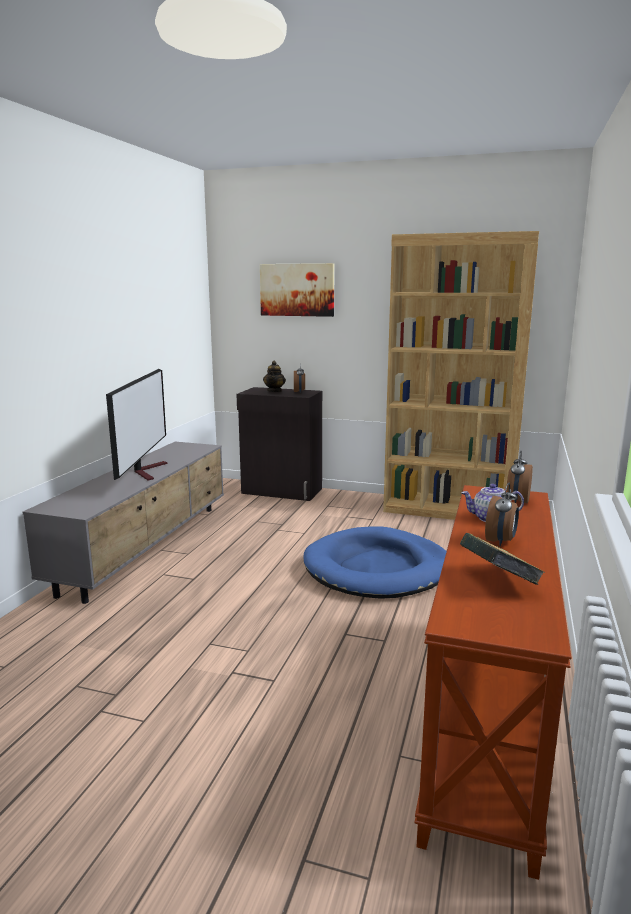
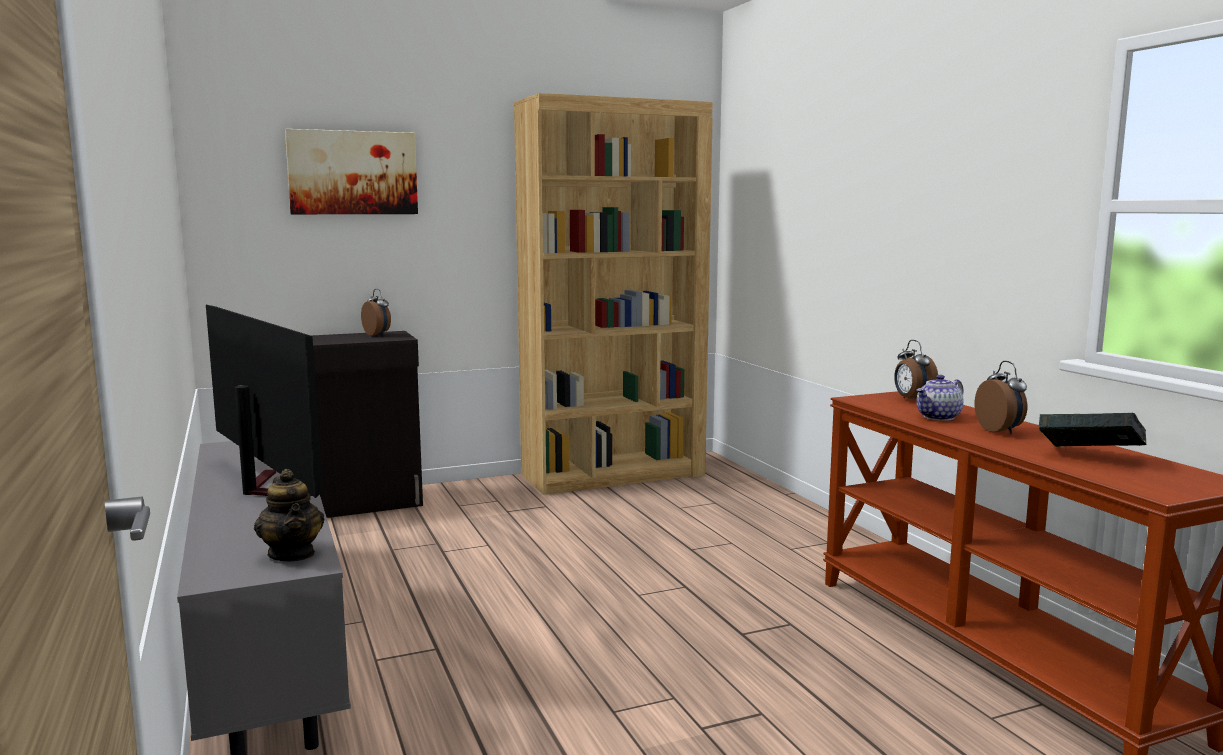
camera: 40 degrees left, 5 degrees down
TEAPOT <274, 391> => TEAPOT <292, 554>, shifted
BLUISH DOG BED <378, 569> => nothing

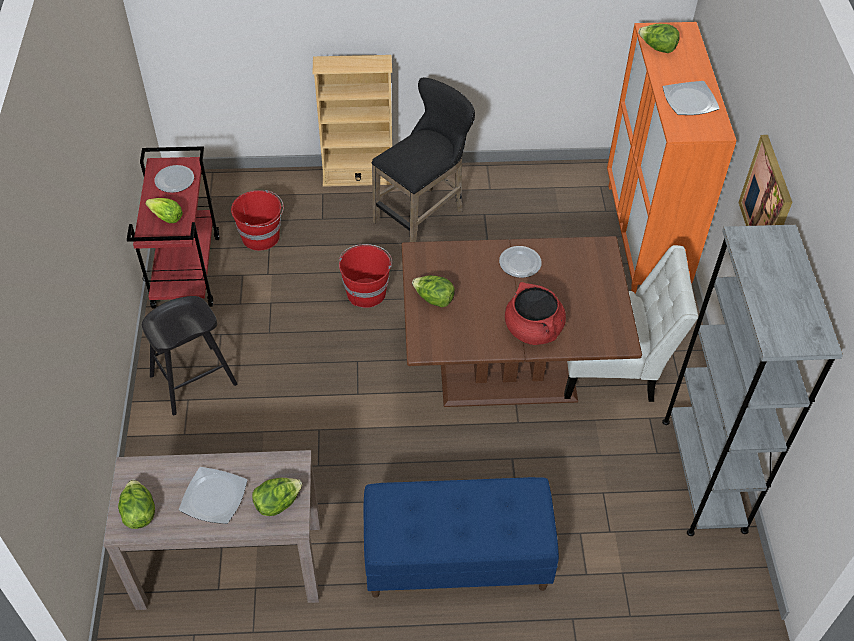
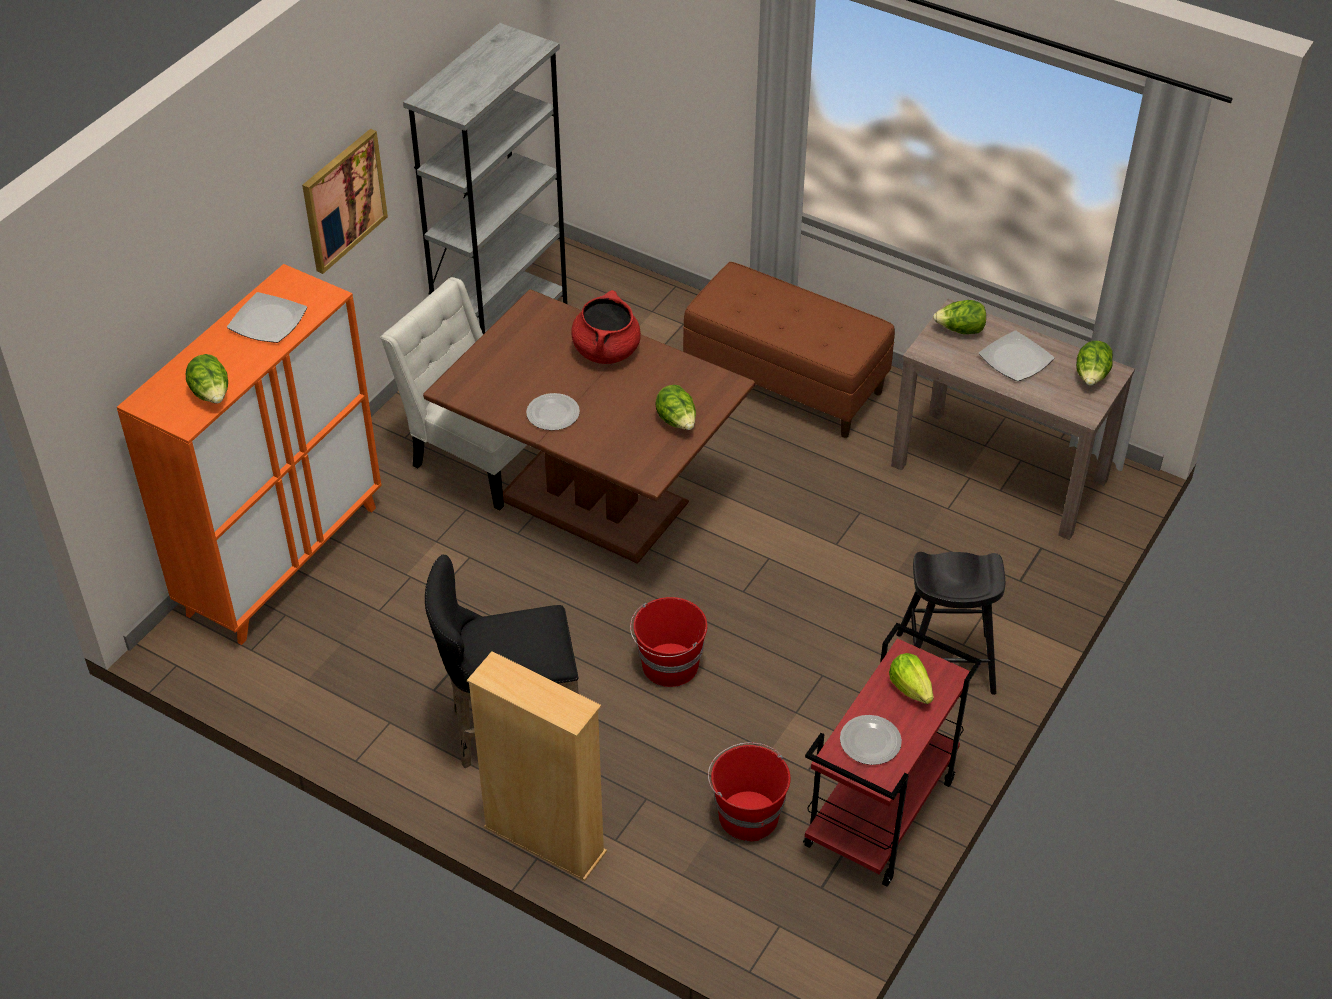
camera: 145 degrees left, 5 degrees down
BLUISH INDOOR BENCH <456, 560> => BROWN-COLOURED INDOOR BENCH <786, 382>

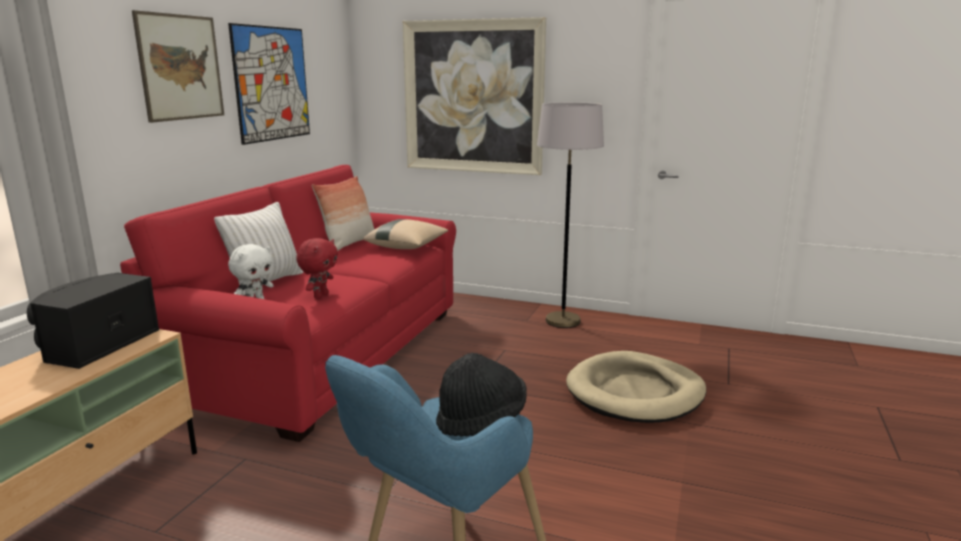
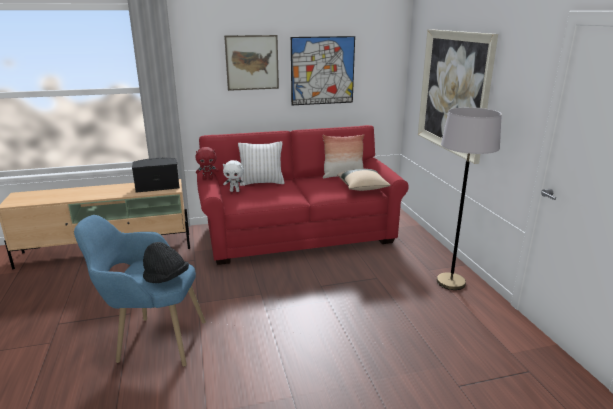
camera: 55 degrees right, 5 degrees up
REDDISH CUDDLY TOY <320, 296> => REDDISH CUDDLY TOY <208, 178>, shifted
SAND-COLOURED DOG BED <635, 392> => nothing

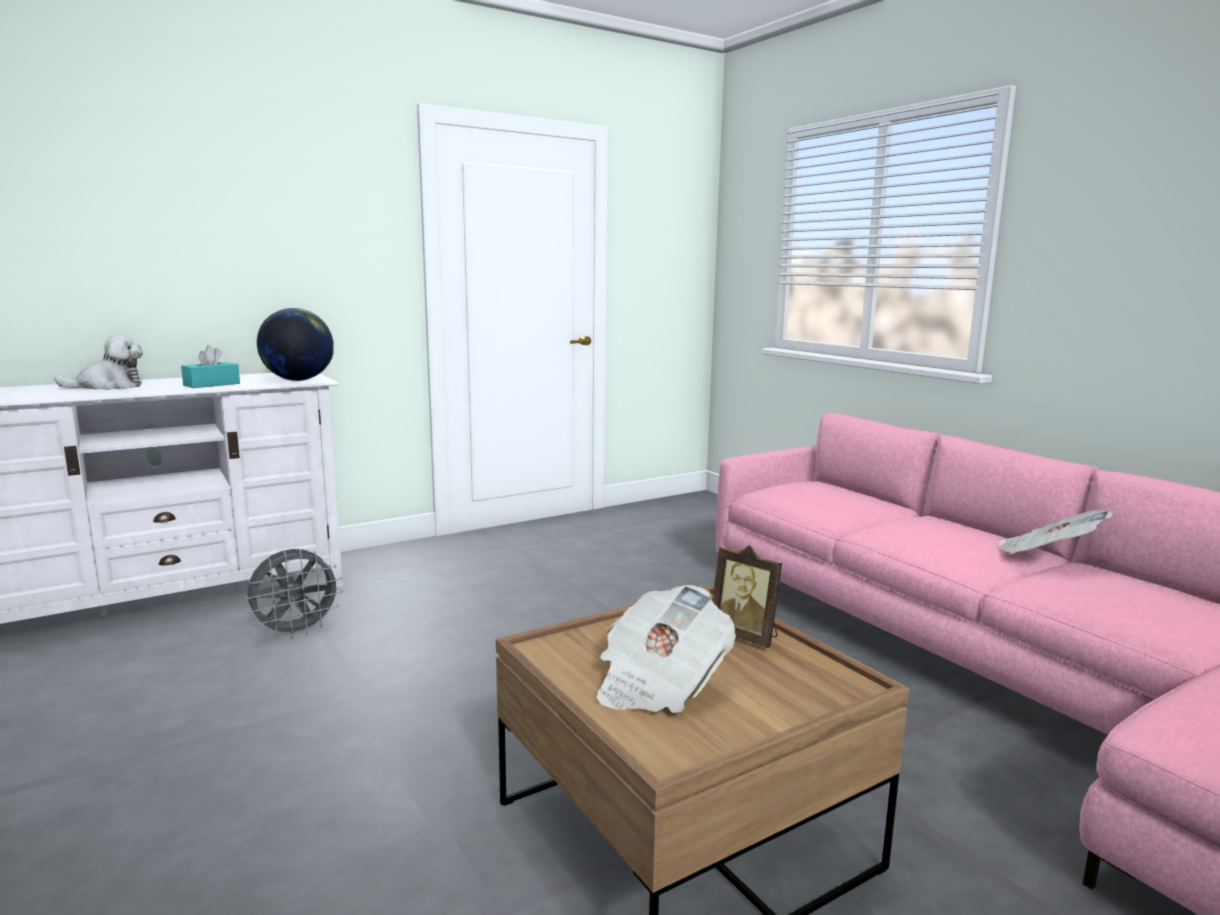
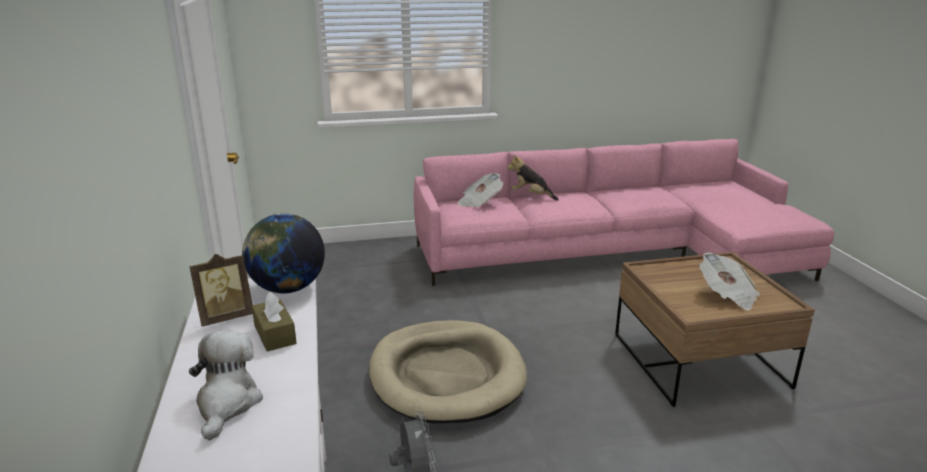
camera: 70 degrees left, 10 degrees up
TURQUOISE-COLOURED BOX OF TISSUES <212, 384> => BROWN-COLOURED BOX OF TISSUES <275, 334>
PHOTO FRAME <746, 636> => PHOTO FRAME <226, 317>, shifted
PRINTED PAPER <1046, 556> => PRINTED PAPER <479, 202>, shifted
nothing => SAND-COLOURED DOG BED <446, 375>
nothing => CUDDLY TOY <531, 195>

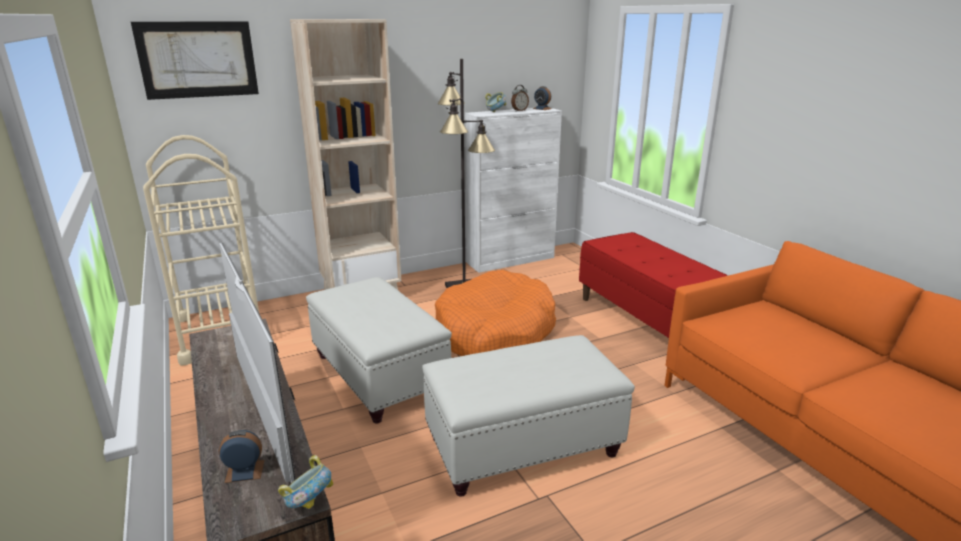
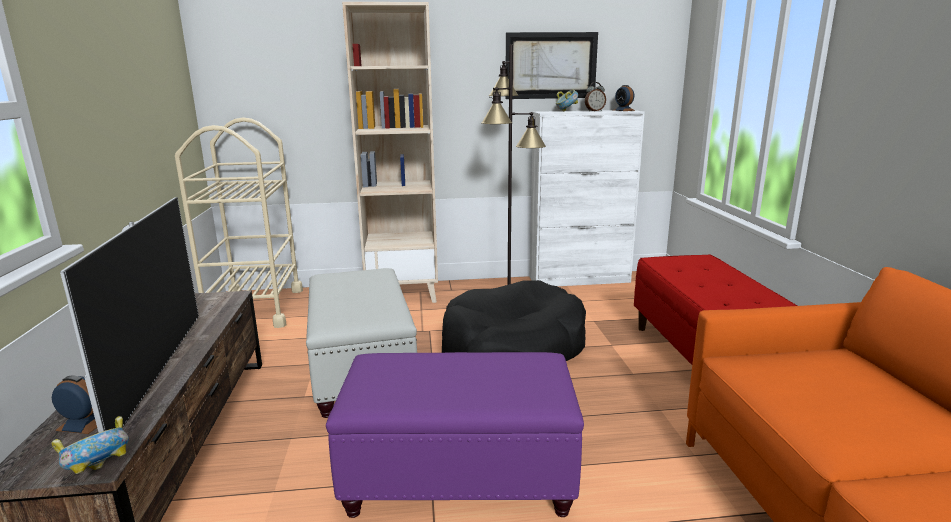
camera: 20 degrees right, 5 degrees down
WALL ART <198, 59> => WALL ART <551, 65>, shifted
WHITISH OTTOMAN <524, 446> => PURPLE-COLOURED OTTOMAN <461, 477>
ORANGE-COLOURED DOG BED <494, 331> => BLACK-COLOURED DOG BED <513, 347>

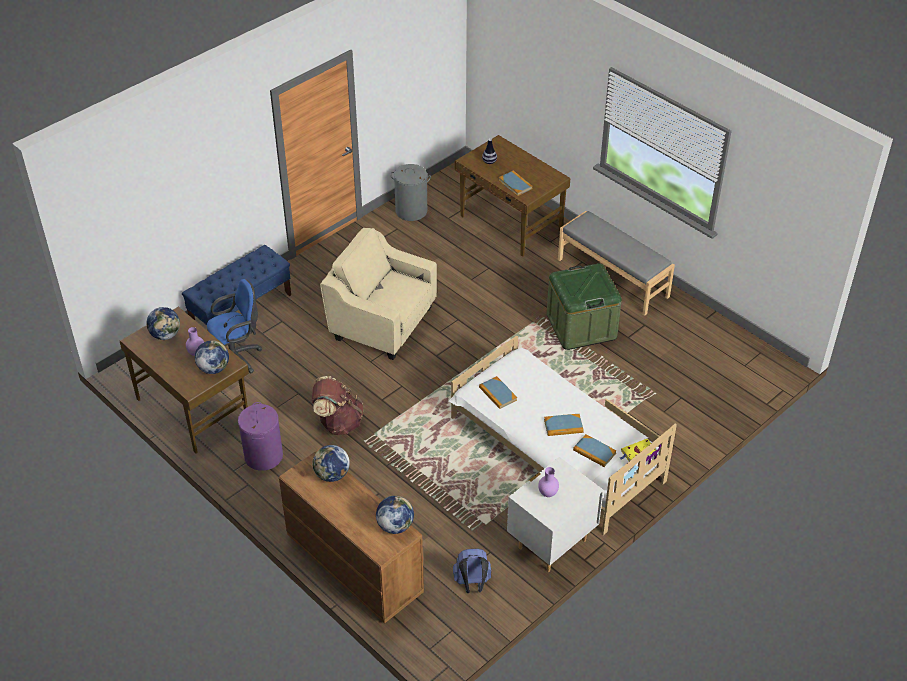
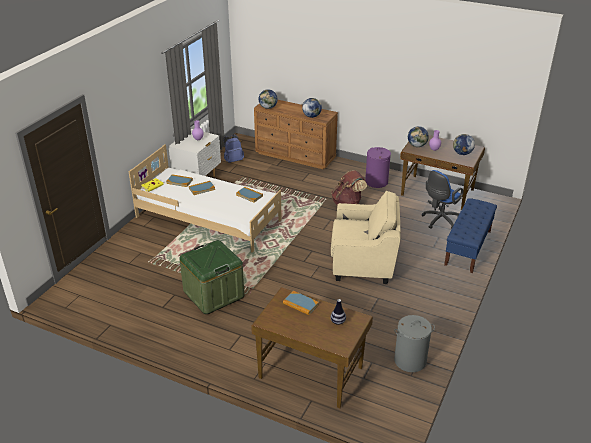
camera: 160 degrees right, 10 degrees down
GRAY INDOOR BENCH <613, 277> => nothing

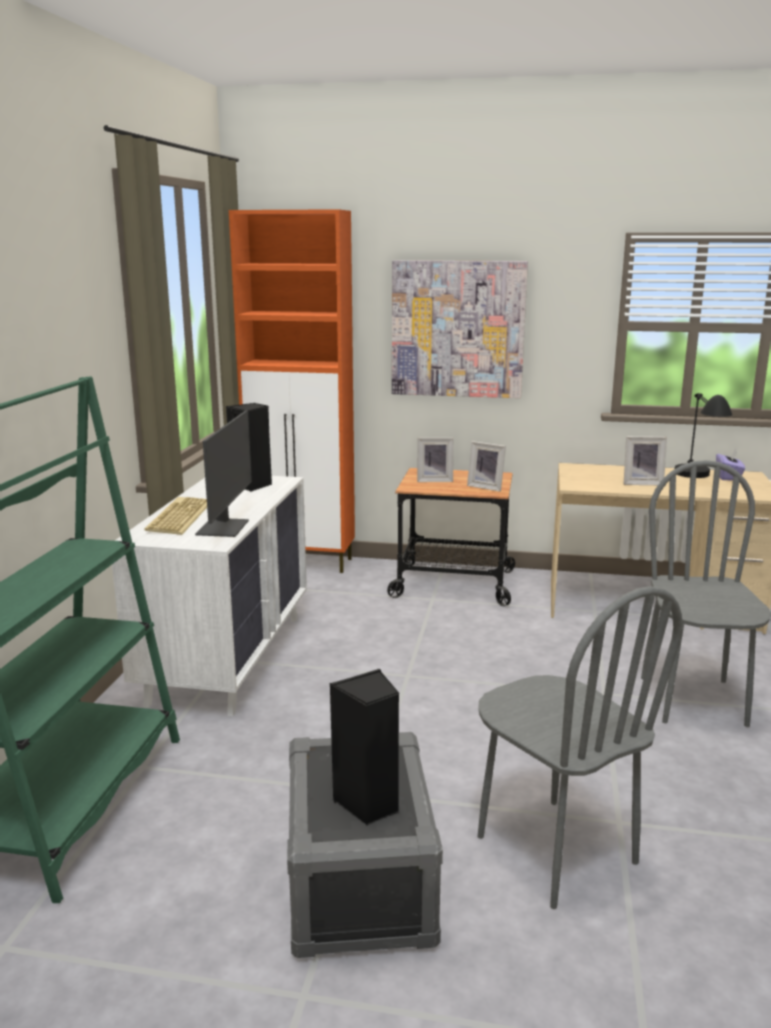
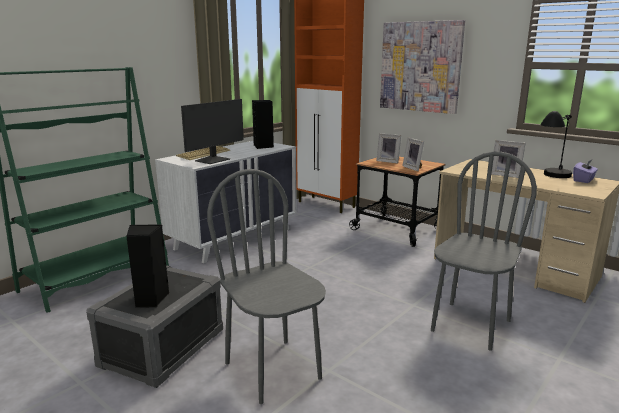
camera: 30 degrees right, 0 degrees up
GRAY PLAIN CHAIR <555, 850> => GRAY PLAIN CHAIR <273, 370>, 150 degrees clockwise

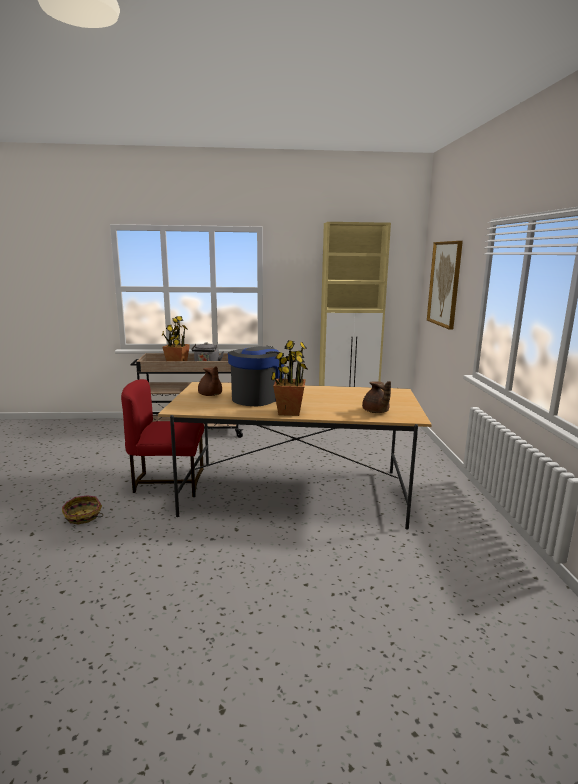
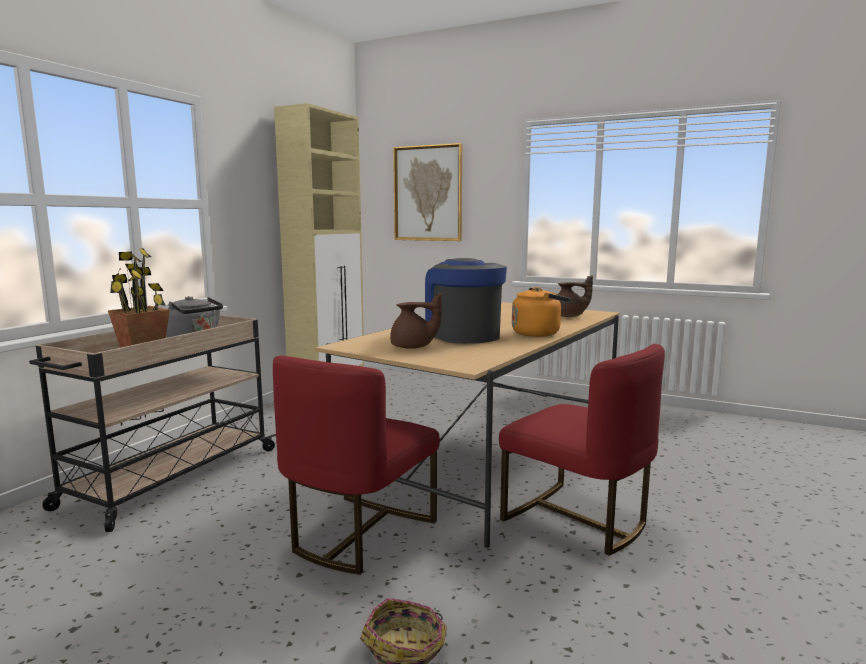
camera: 60 degrees left, 5 degrees down
HOUSEPLANT <289, 412> => ORANGE-COLOURED TEA KETTLE <538, 333>
nothing => REDDISH PLAIN CHAIR <577, 519>

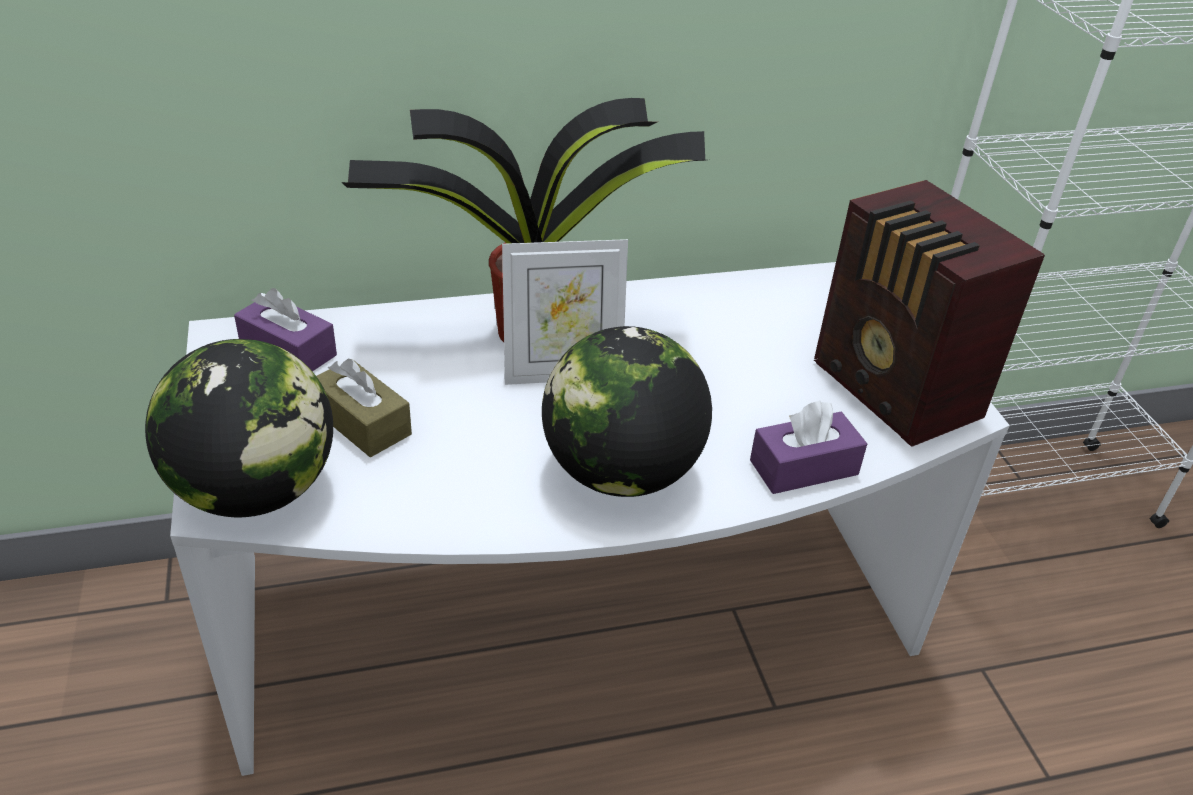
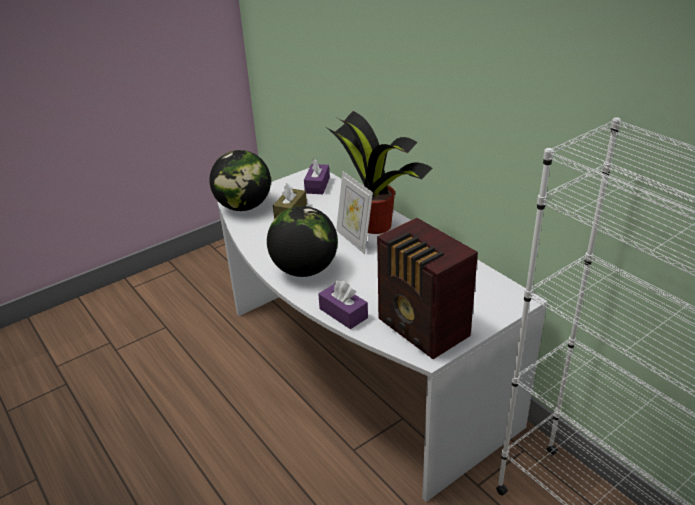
camera: 70 degrees right, 5 degrees down
RADIO SET <895, 393> => RADIO SET <423, 330>, 75 degrees counterclockwise

